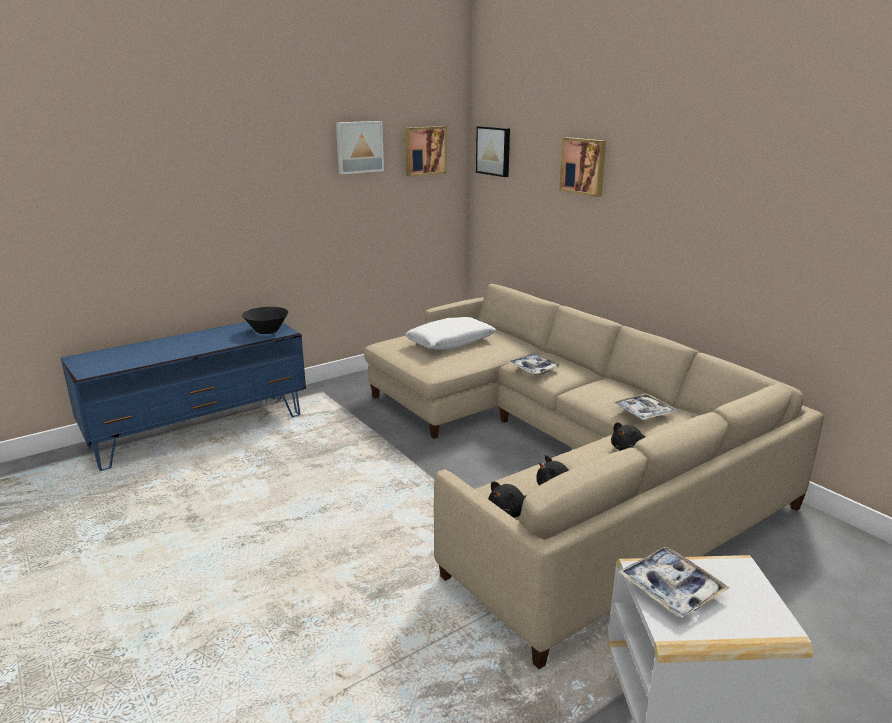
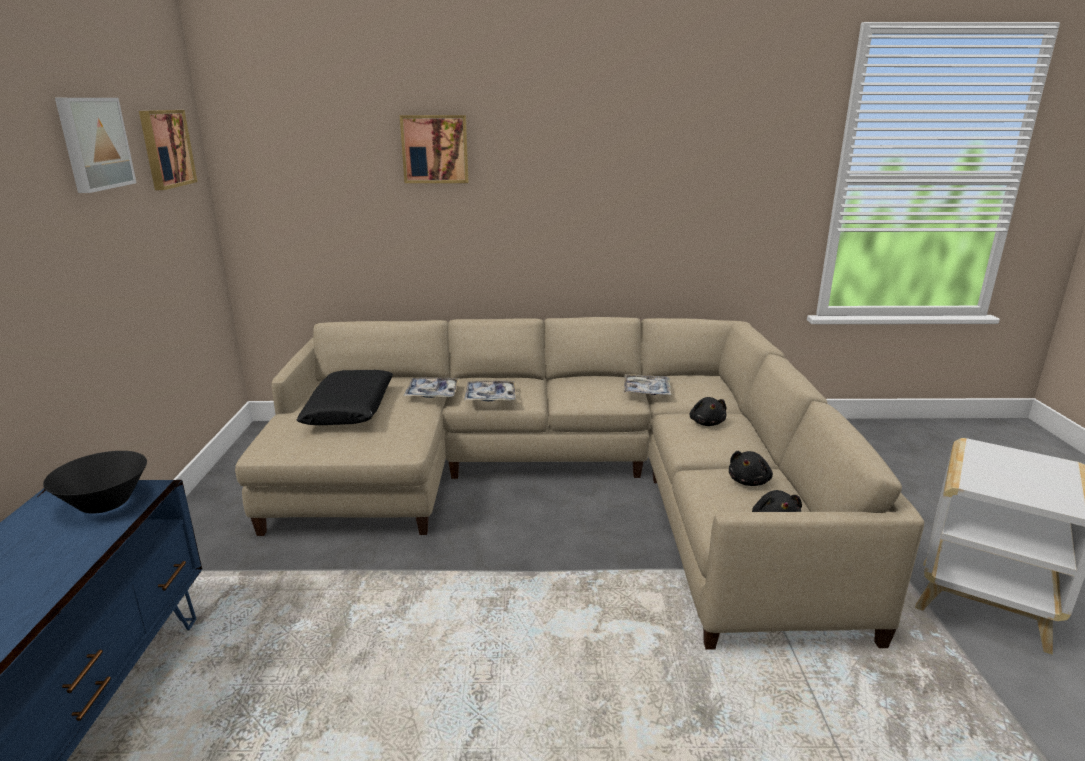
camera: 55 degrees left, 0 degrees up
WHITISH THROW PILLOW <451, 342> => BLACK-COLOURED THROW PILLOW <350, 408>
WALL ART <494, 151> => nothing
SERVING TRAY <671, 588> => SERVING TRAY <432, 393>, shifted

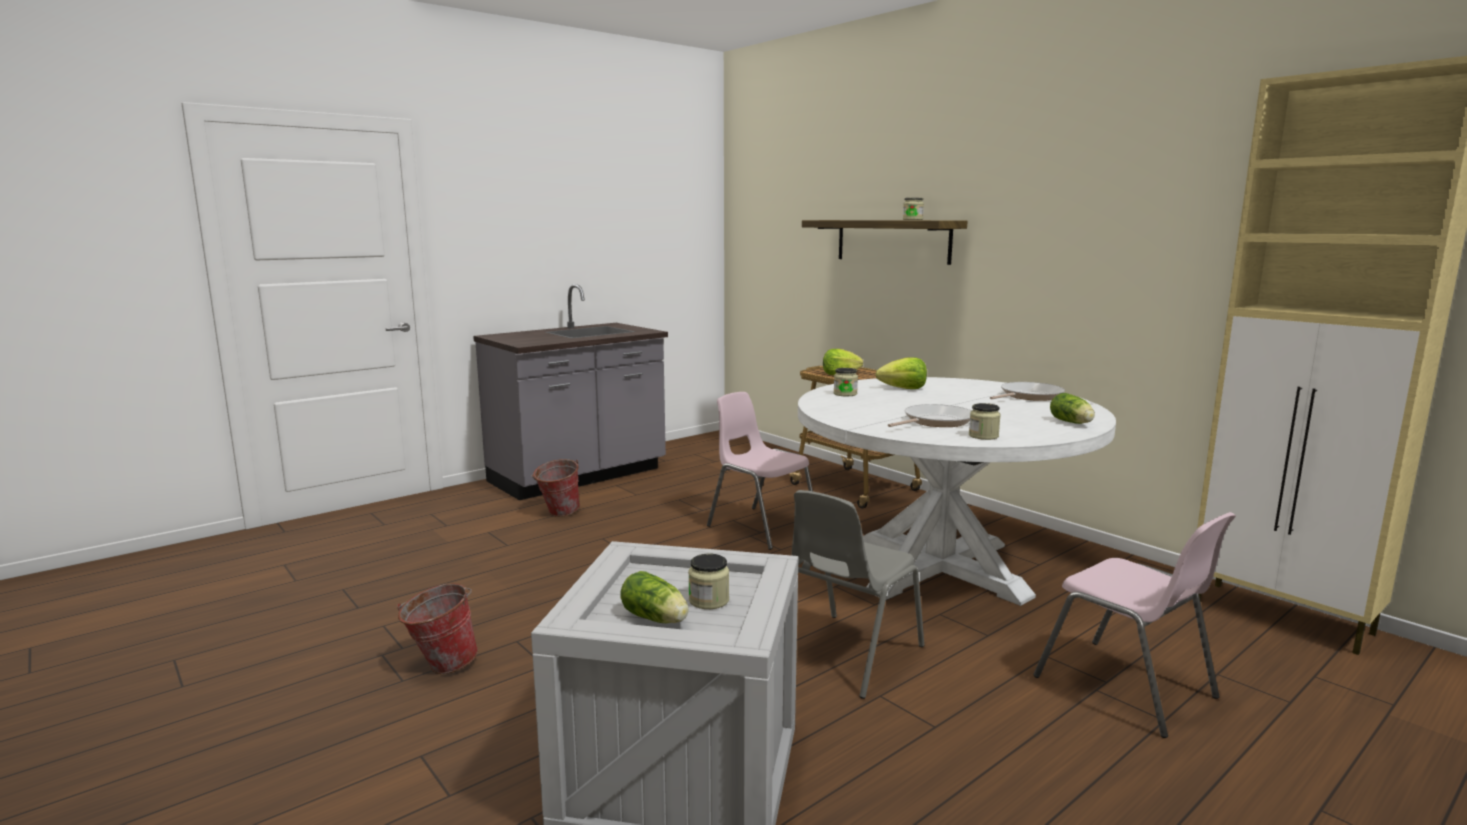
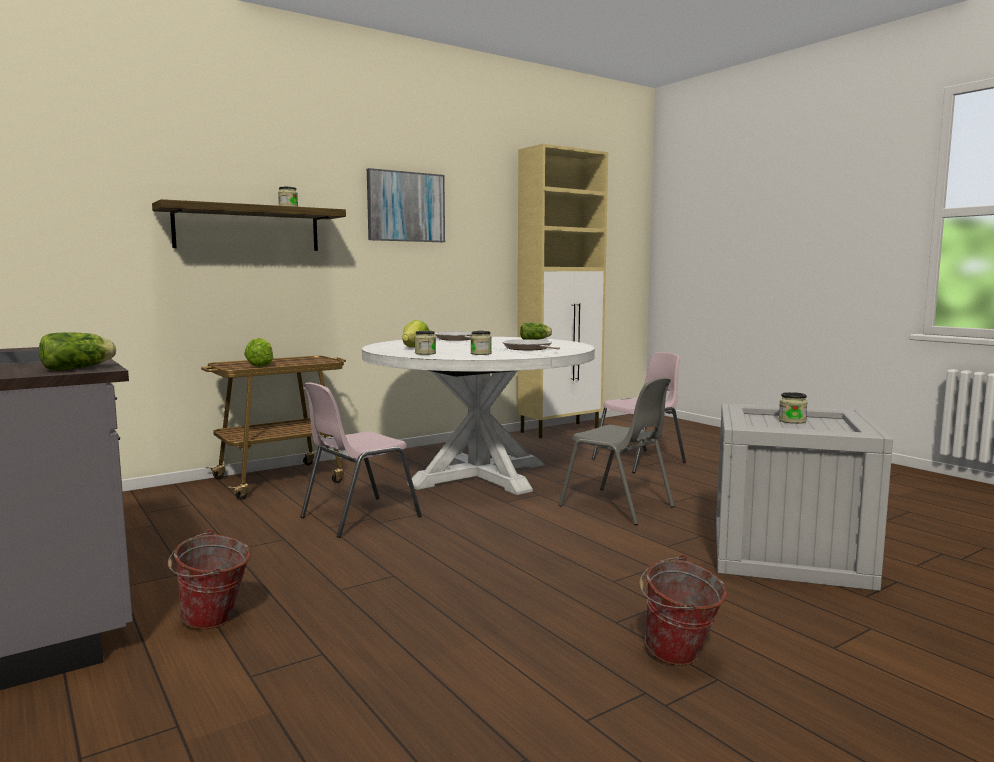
camera: 85 degrees left, 5 degrees down
LETTUCE HEAD <656, 619> => LETTUCE HEAD <80, 368>, shifted
STORAGE JAR <983, 436> => STORAGE JAR <481, 354>, shifted
nothing => WALL ART <405, 207>

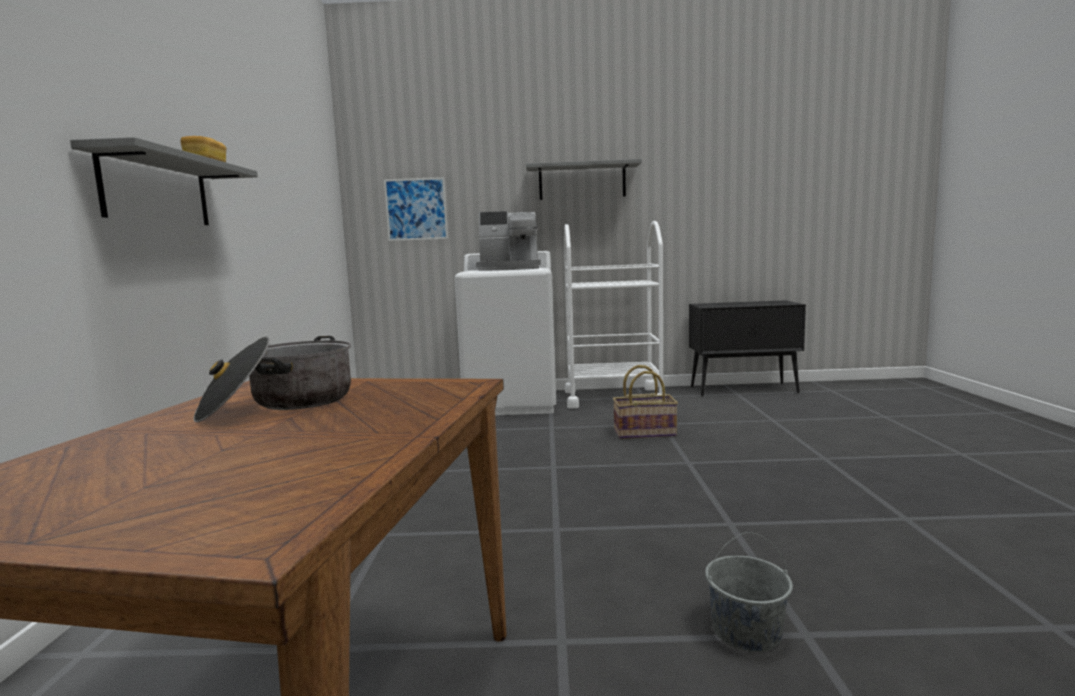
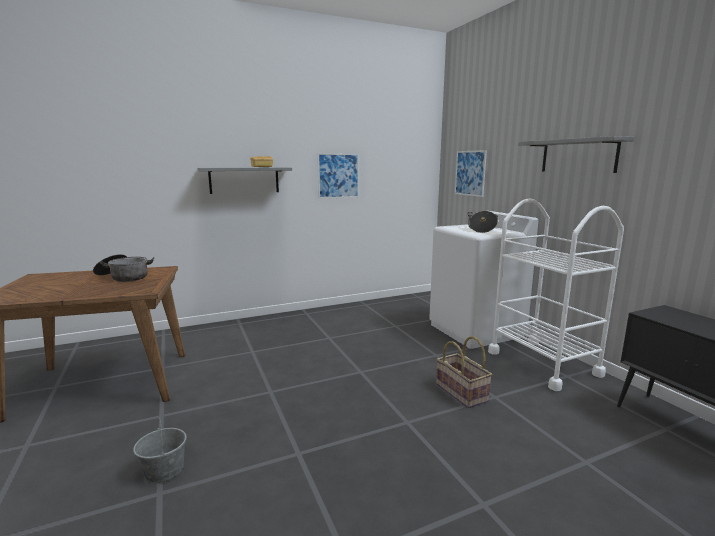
camera: 65 degrees right, 5 degrees up
COFFEE MAKER <509, 269> => STOCKPOT <481, 229>
nothing => WALL ART <338, 175>

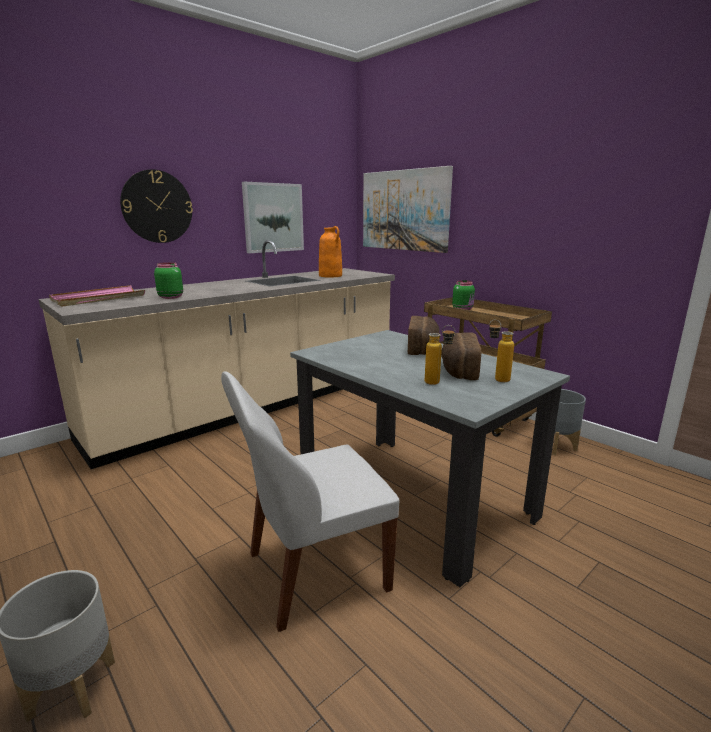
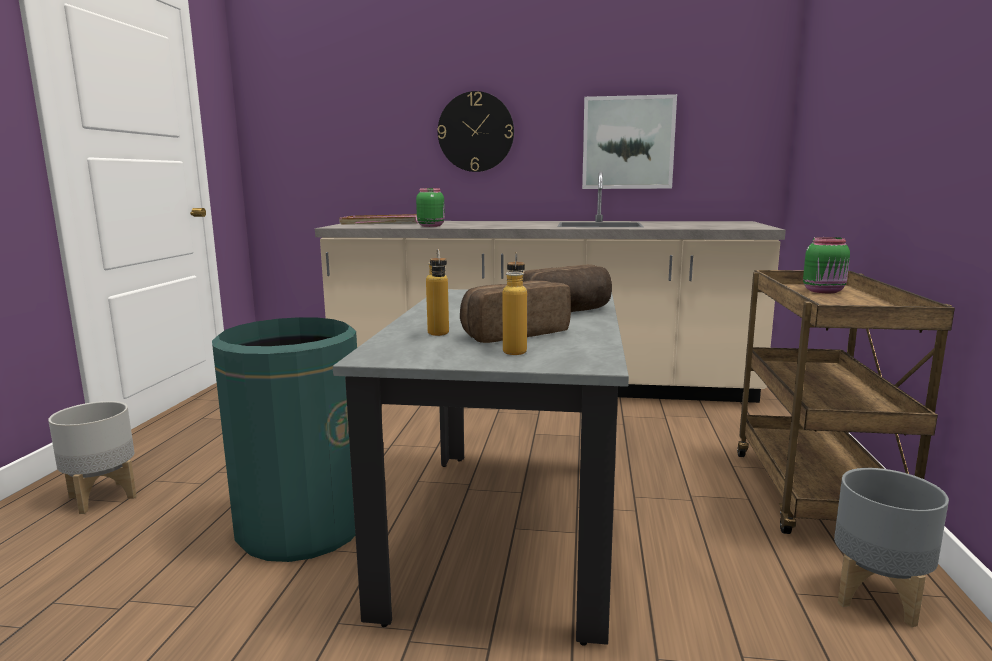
camera: 50 degrees right, 5 degrees down
WHITISH PLAIN CHAIR <313, 572> => GREEN TRASH CAN <302, 527>
ORANGE-COLOURED FLOWER VASE <331, 276> => nothing
WALL ART <404, 210> => nothing

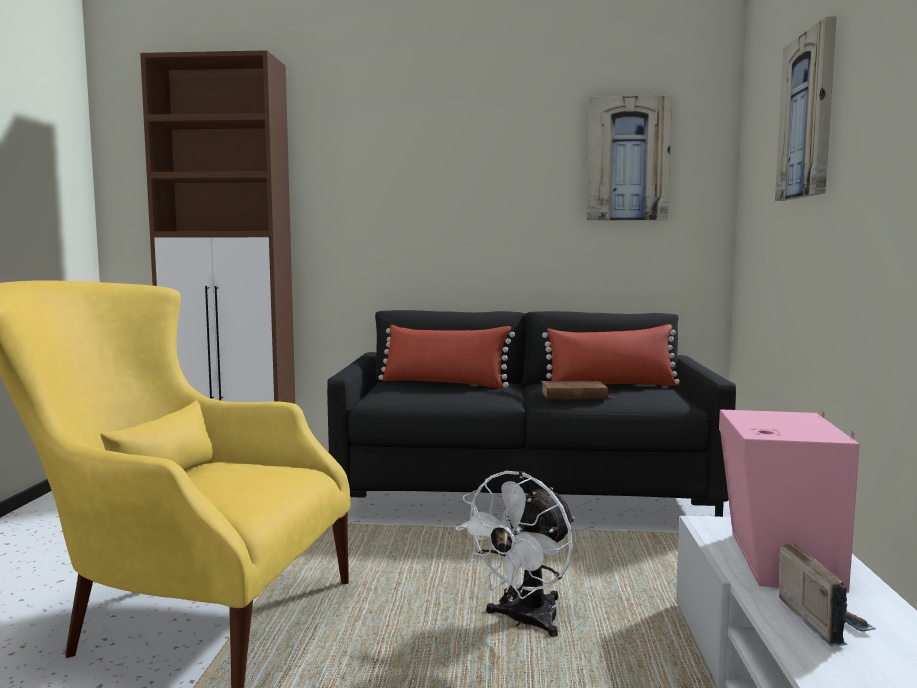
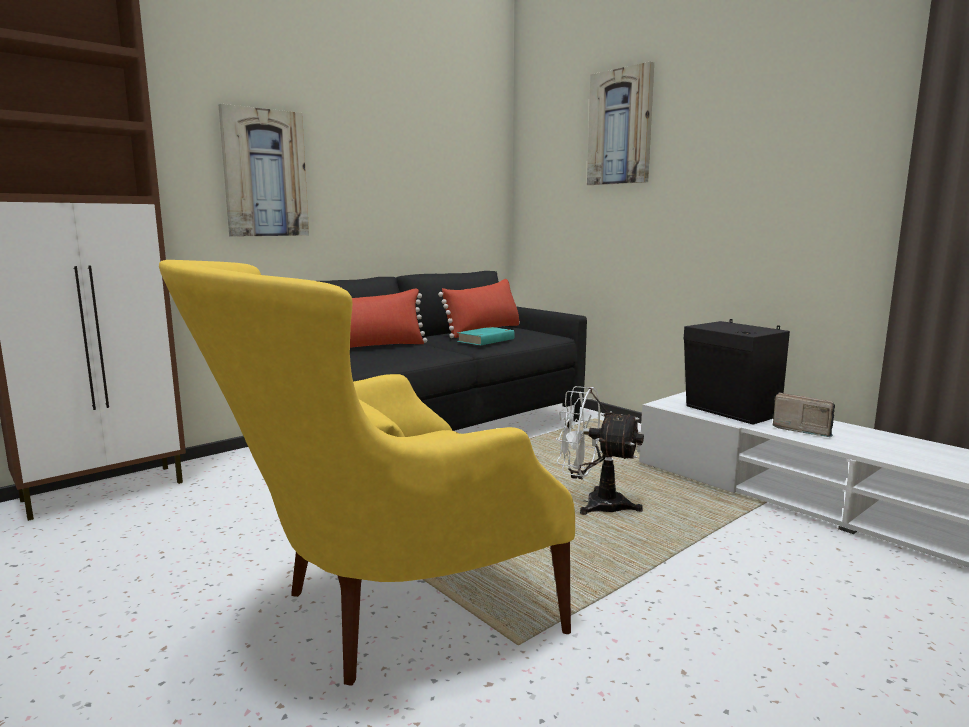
camera: 45 degrees left, 5 degrees up
WHITISH COOLING FAN <524, 622> => WHITISH COOLING FAN <594, 504>, 120 degrees clockwise
BROWN-COLOURED BOUND BOOK <574, 395> => TURQUOISE-COLOURED BOUND BOOK <486, 340>
WALL ART <627, 159> => WALL ART <264, 173>, shifted
PINK AUDIO SPEAKER <778, 561> => BLACK-COLOURED AUDIO SPEAKER <731, 412>

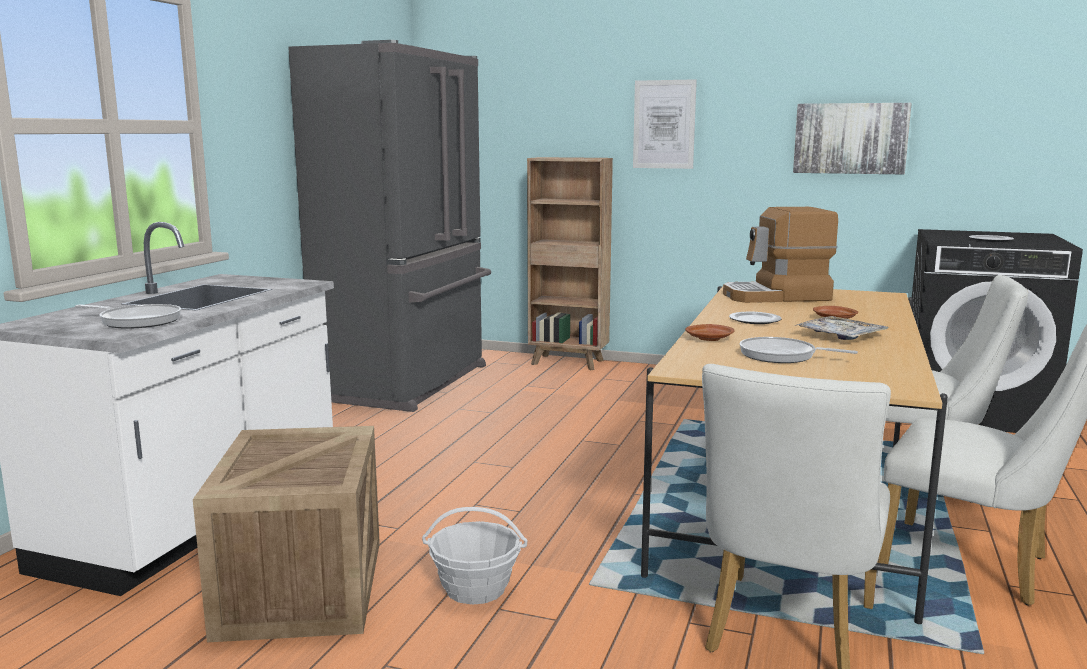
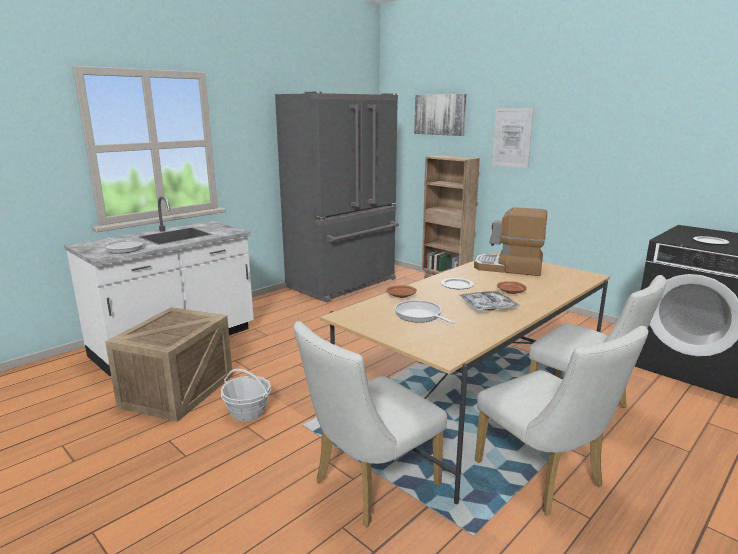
camera: 25 degrees right, 5 degrees up
WALL ART <850, 138> => WALL ART <440, 114>, shifted

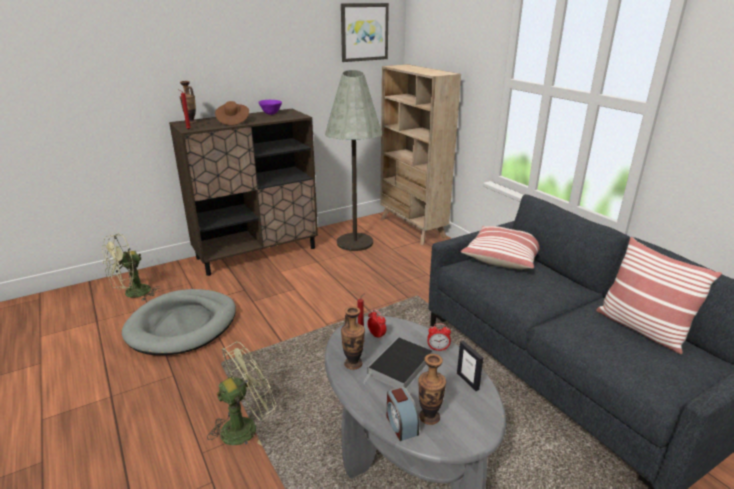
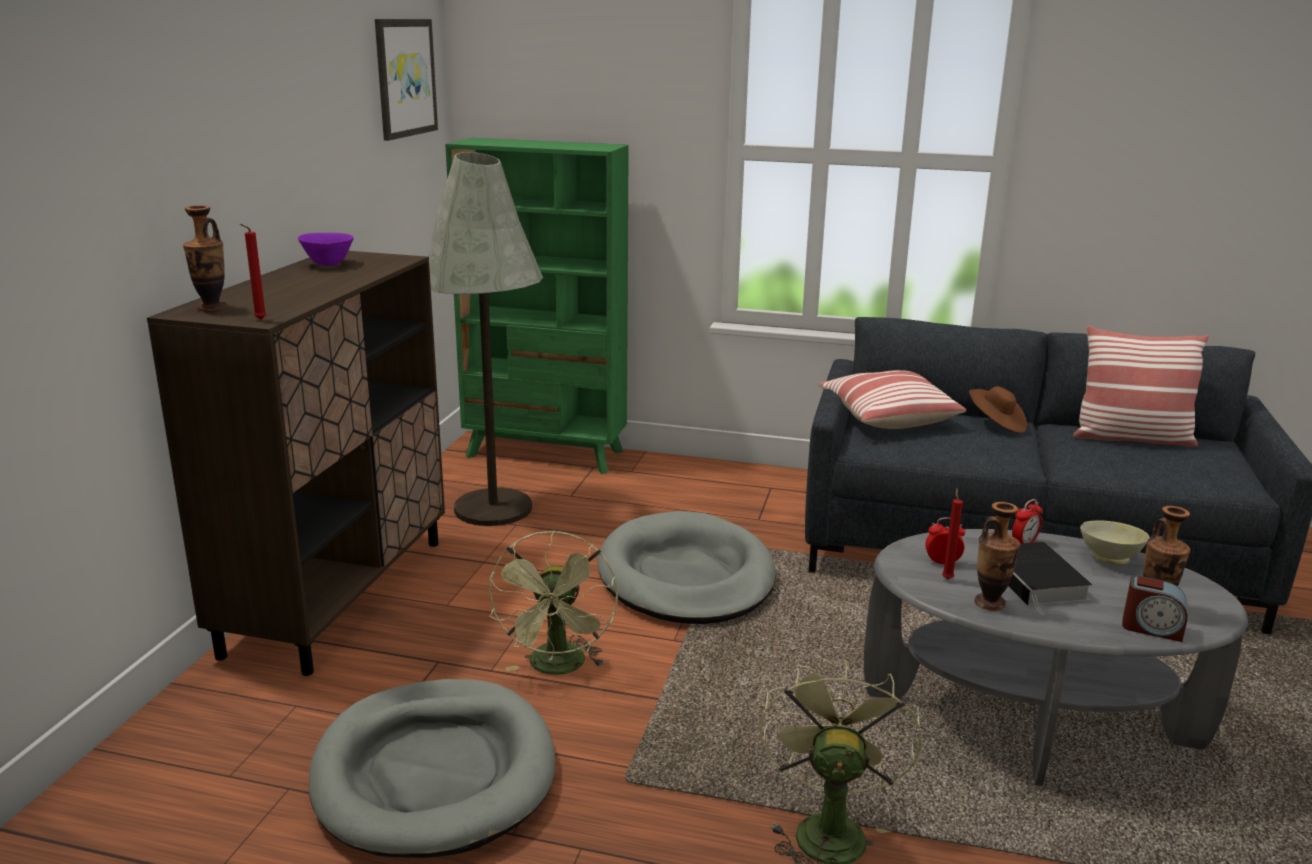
camera: 45 degrees left, 5 degrees down
GREEN COOLING FAN <132, 294> => GREEN COOLING FAN <558, 668>, shifted
BROWN-COLOURED CLOTHING HAT <233, 121> => BROWN-COLOURED CLOTHING HAT <996, 424>, shifted
SAND-COLOURED SHELVING UNIT <412, 228> => GREEN SHELVING UNIT <546, 454>
PHOTO FRAME <468, 381> => SAND-COLOURED SERVING BOWL <1110, 558>
nothing => GRAY DOG BED <686, 576>

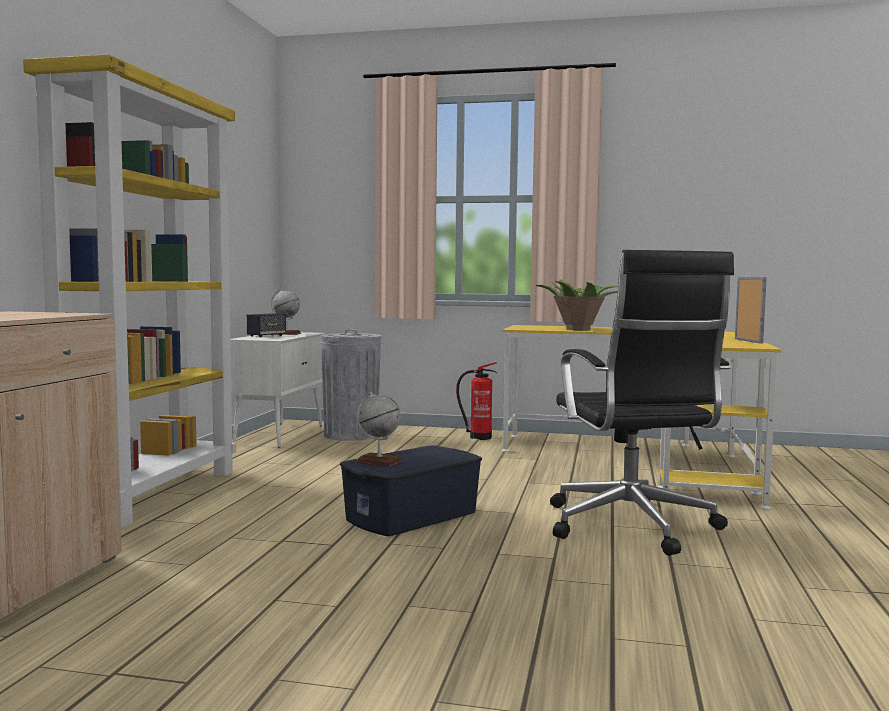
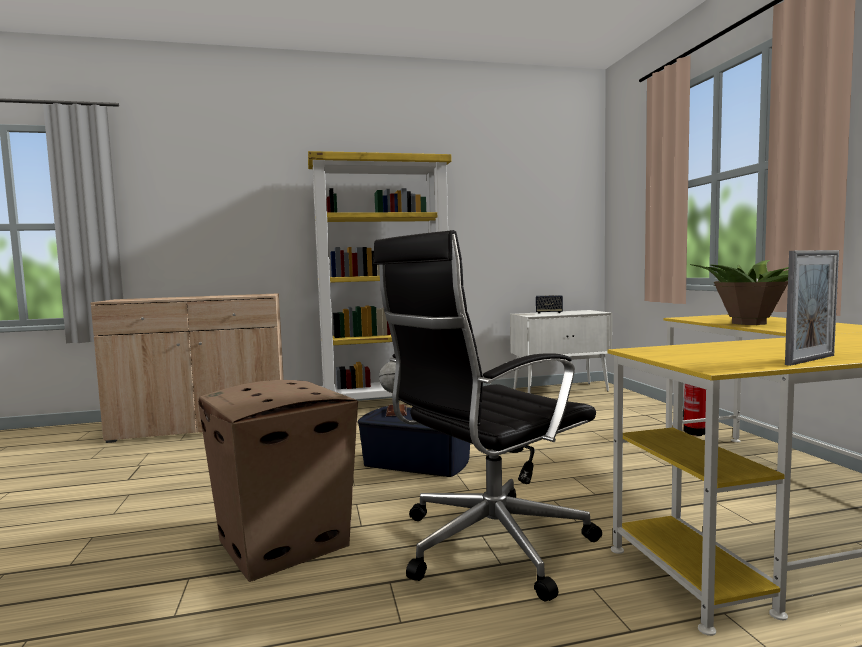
camera: 65 degrees right, 0 degrees up
GLOBE <286, 333> => nothing
GRAY TRASH CAN <351, 435> => nothing
nothing => CARDBOARD BOX <284, 543>

